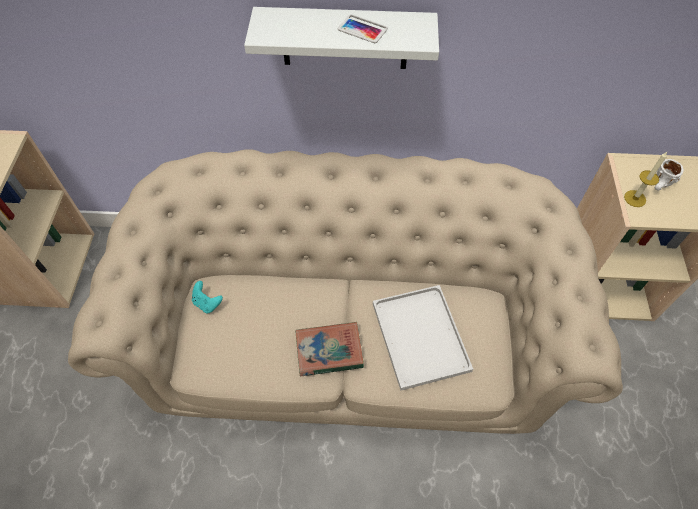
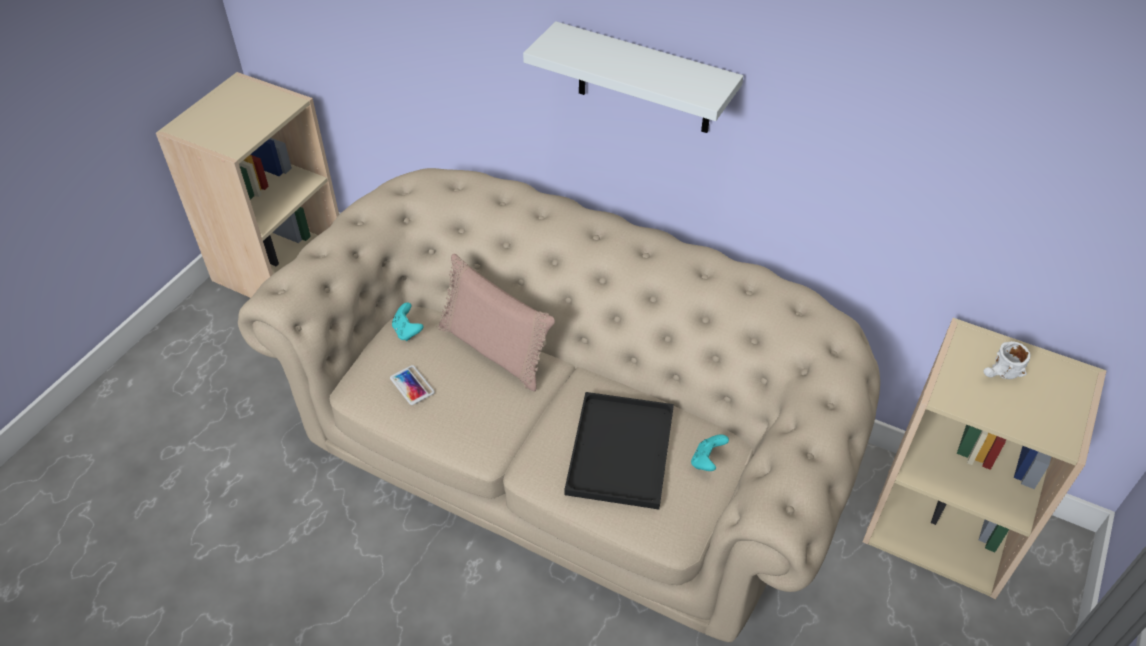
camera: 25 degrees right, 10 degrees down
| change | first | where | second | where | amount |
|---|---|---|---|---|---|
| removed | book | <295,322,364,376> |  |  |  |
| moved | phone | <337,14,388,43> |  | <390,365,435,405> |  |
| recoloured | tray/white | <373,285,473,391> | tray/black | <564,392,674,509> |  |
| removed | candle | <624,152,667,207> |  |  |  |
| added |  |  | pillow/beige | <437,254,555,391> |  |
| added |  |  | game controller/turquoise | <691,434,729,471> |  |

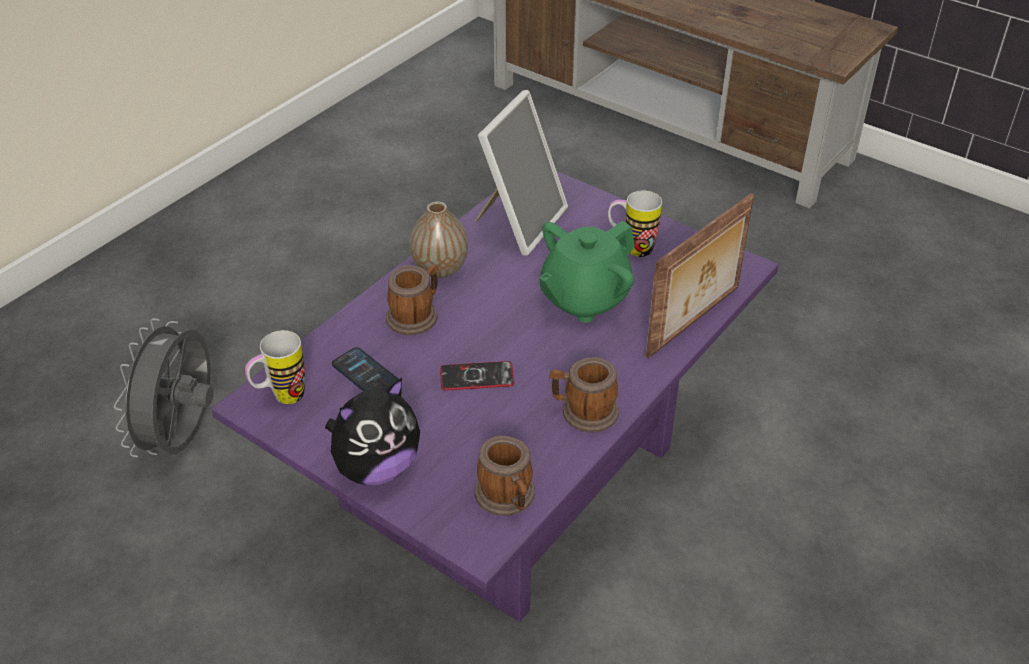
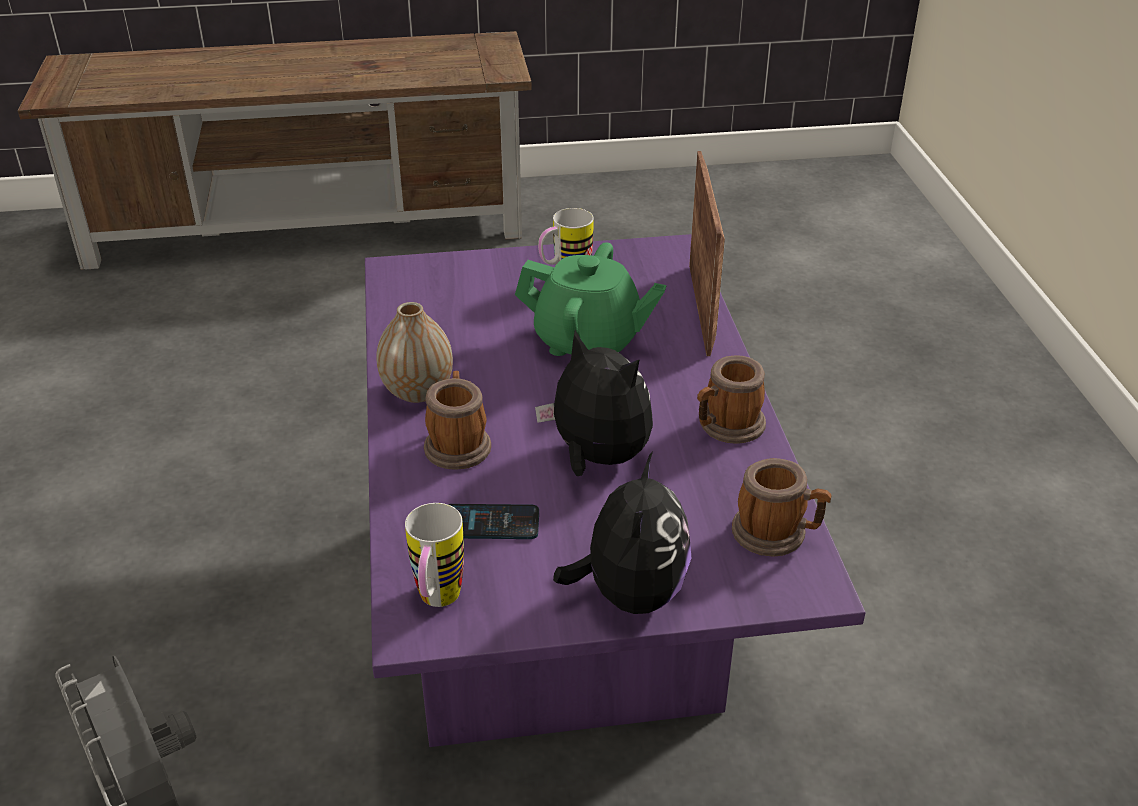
camera: 45 degrees left, 5 degrees down
| change | first | where | second | where | amount |
|---|---|---|---|---|---|
| replaced | phone | <440,361,514,391> | plush toy | <535,330,653,476> |  |
| removed | picture frame | <474,90,568,256> |  |  |  |
| turned | teapot/green | <539,221,635,323> |  | <515,242,667,356> | 75 degrees counterclockwise |

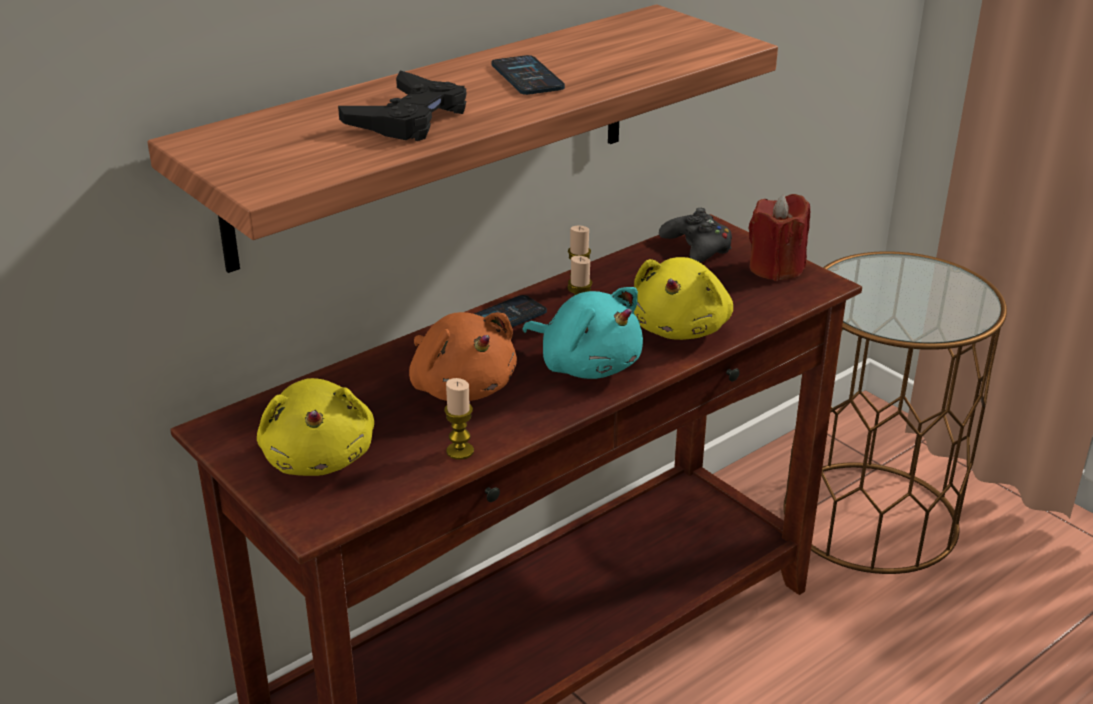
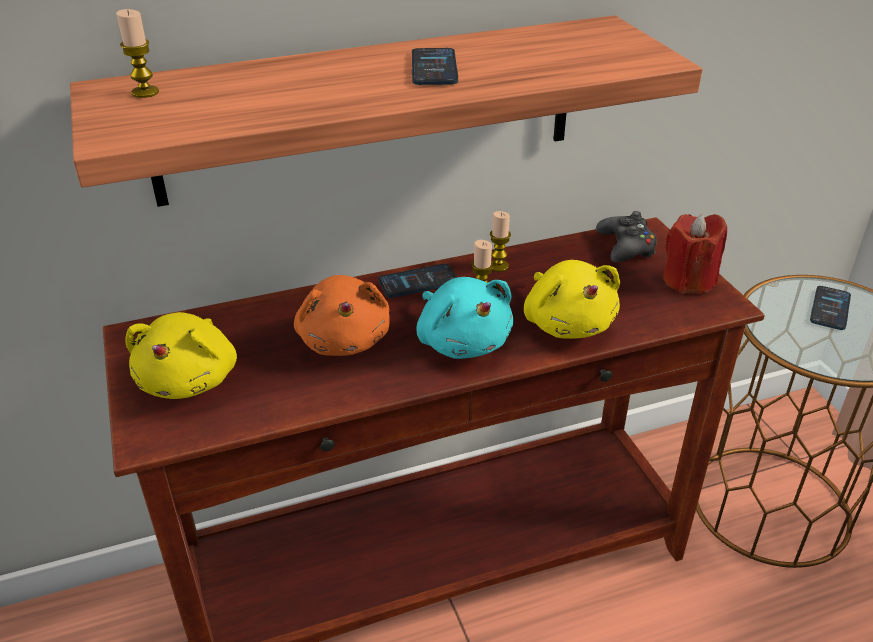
camera: 20 degrees right, 5 degrees up
| change | first | where | second | where | amount |
|---|---|---|---|---|---|
| removed | game controller/black | <338,71,466,141> |  |  |  |
| moved | candle | <444,378,474,460> |  | <116,9,159,98> |  |
| turned | plush toy/yellow | <634,257,733,340> |  | <524,260,620,339> | 60 degrees counterclockwise |
| added |  |  | phone | <810,286,851,330> |  |

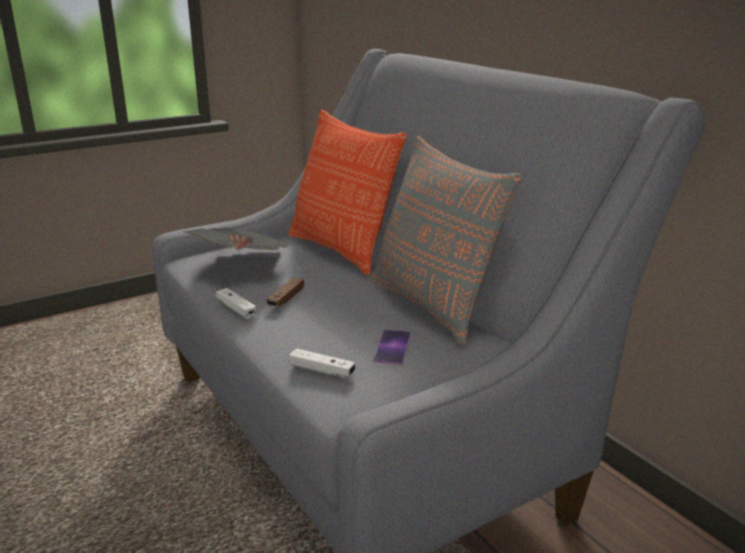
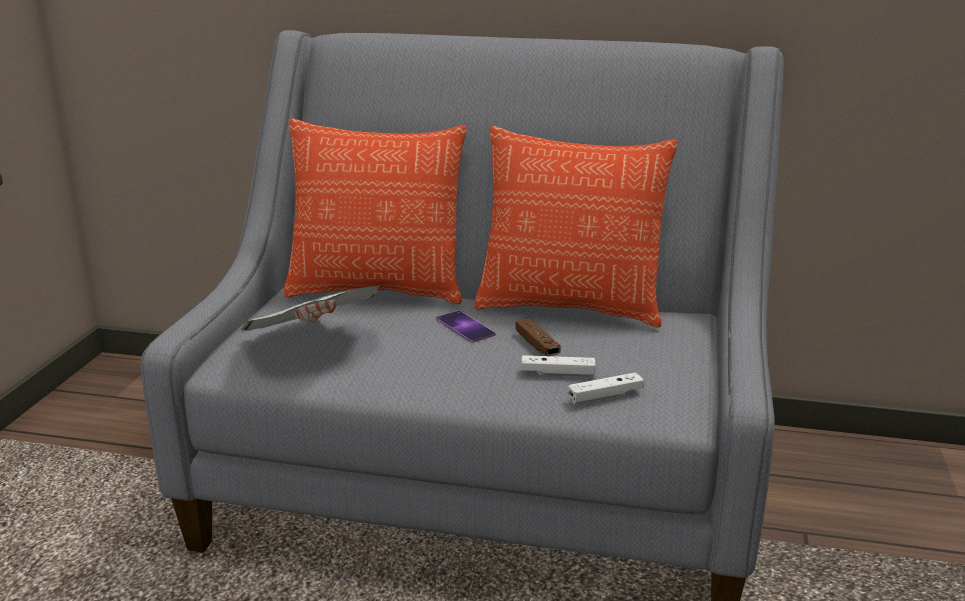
camera: 45 degrees left, 0 degrees up
| change | first | where | second | where | amount |
|---|---|---|---|---|---|
| moved | game controller/white | <216,288,257,319> |  | <521,355,595,377> |  |
| moved | game controller/brown | <267,278,304,307> |  | <516,318,561,356> |  |
| recoloured | pillow/grey | <371,136,522,345> | pillow/orange | <474,126,678,327> |  |
| moved | phone | <373,330,411,365> |  | <436,311,496,343> |  |

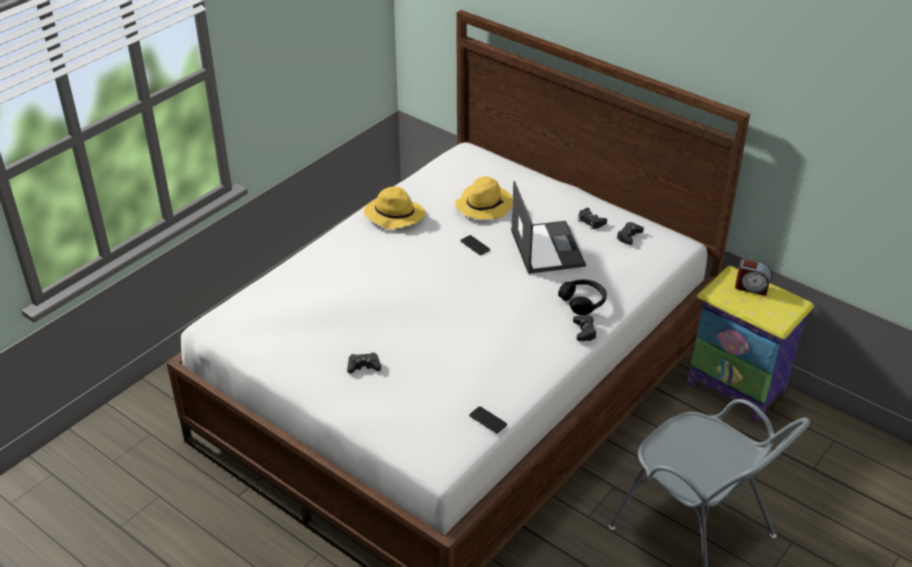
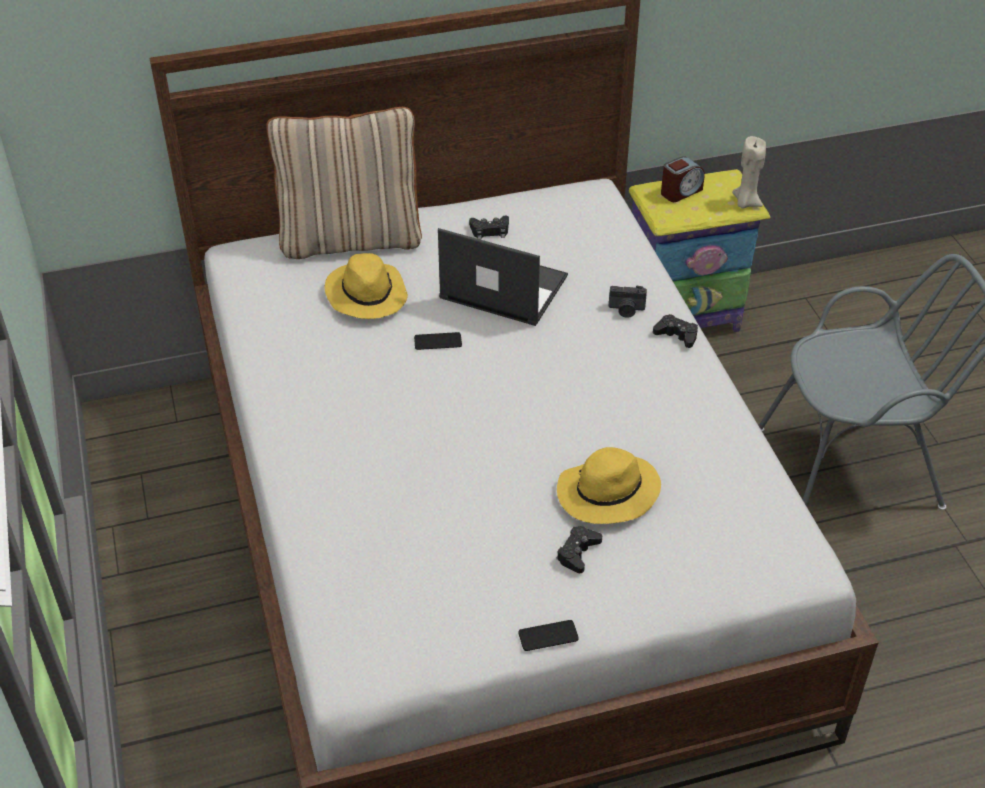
camera: 55 degrees left, 5 degrees up
| change | first | where | second | where | amount |
|---|---|---|---|---|---|
| moved | hat/yellow | <364,186,425,229> |  | <557,447,661,524> |  |
| moved | phone | <469,406,507,433> |  | <518,620,579,651> |  |
| replaced | headphones/black | <558,279,607,315> | photo camera | <609,285,647,318> |  |
| removed | game controller/black | <617,222,644,245> |  |  |  |
| added |  |  | pillow/beige | <267,107,422,259> |  |
| added |  |  | candle/beige | <732,136,766,209> |  |

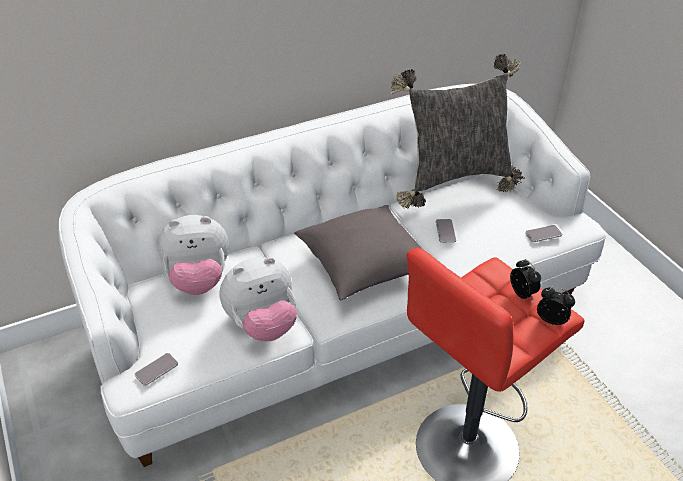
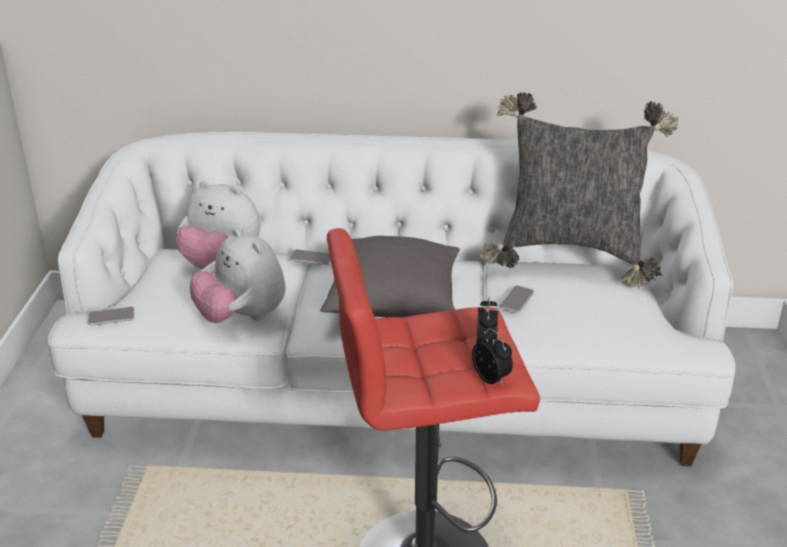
camera: 30 degrees right, 10 degrees down
| change | first | where | second | where | amount |
|---|---|---|---|---|---|
| turned | plush toy | <220,257,297,341> |  | <190,229,286,323> | 45 degrees clockwise |
| moved | phone | <525,225,562,242> |  | <290,249,331,265> |  |

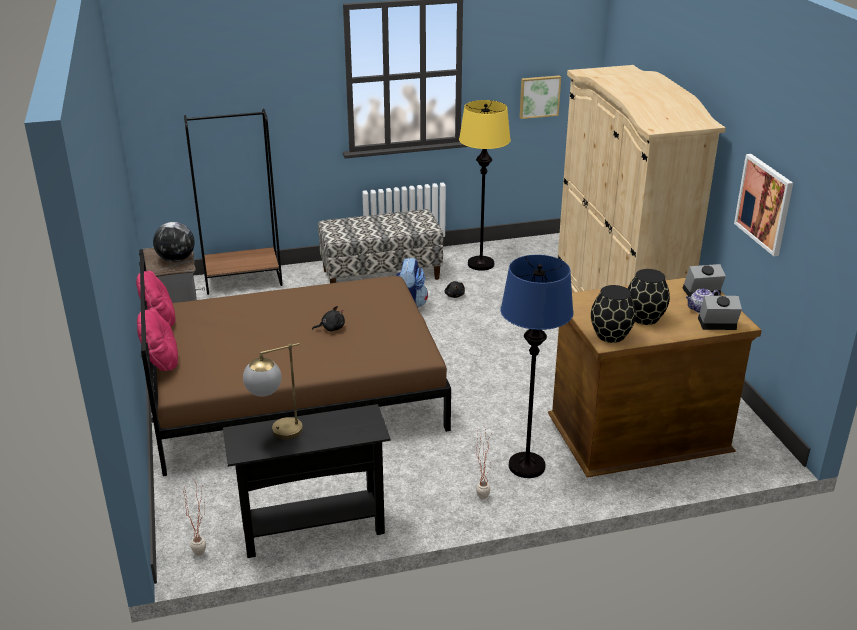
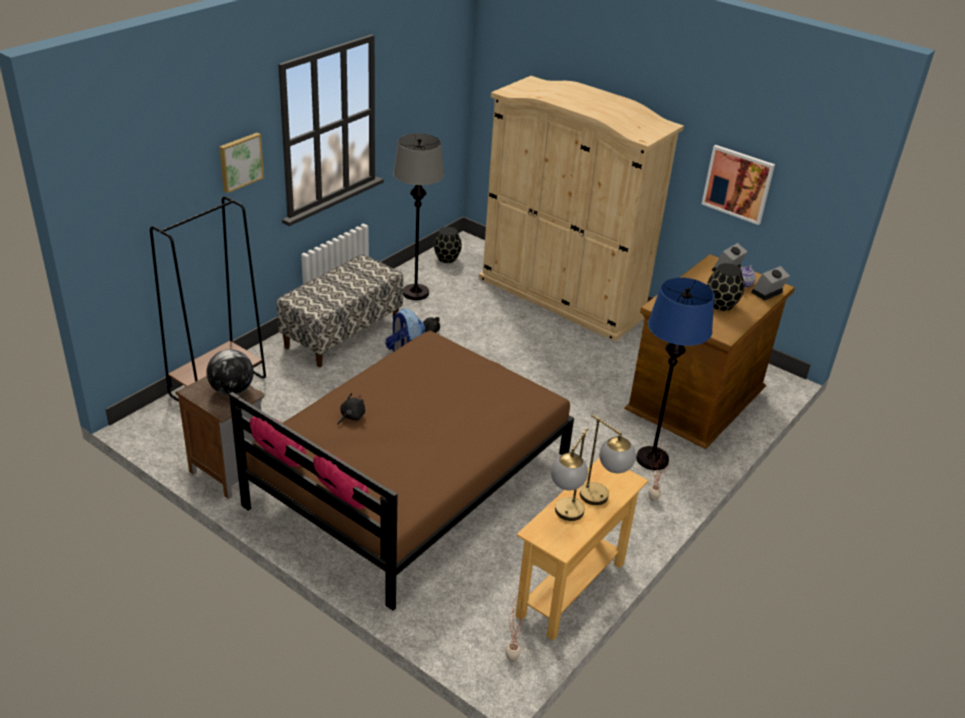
camera: 40 degrees left, 5 degrees up
| change | first | where | second | where | amount |
|---|---|---|---|---|---|
| recoloured | console table/black | <223,404,391,558> | console table/beige | <516,458,648,640> |  |
| moved | plush toy/black | <312,306,345,332> |  | <337,393,365,425> |  |
| recoloured | floor lamp/yellow | <459,100,511,271> | floor lamp/grey | <393,133,445,300> |  |
| moved | picture | <520,75,561,119> |  | <219,133,264,193> |  |
| moved | vase/black | <591,285,636,343> |  | <434,227,462,263> |  |
| added |  |  | table lamp | <580,415,636,505> |  |

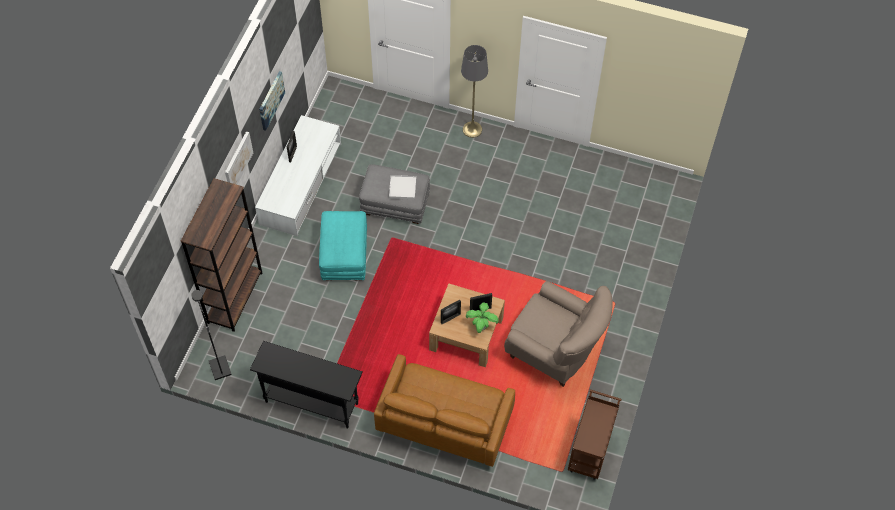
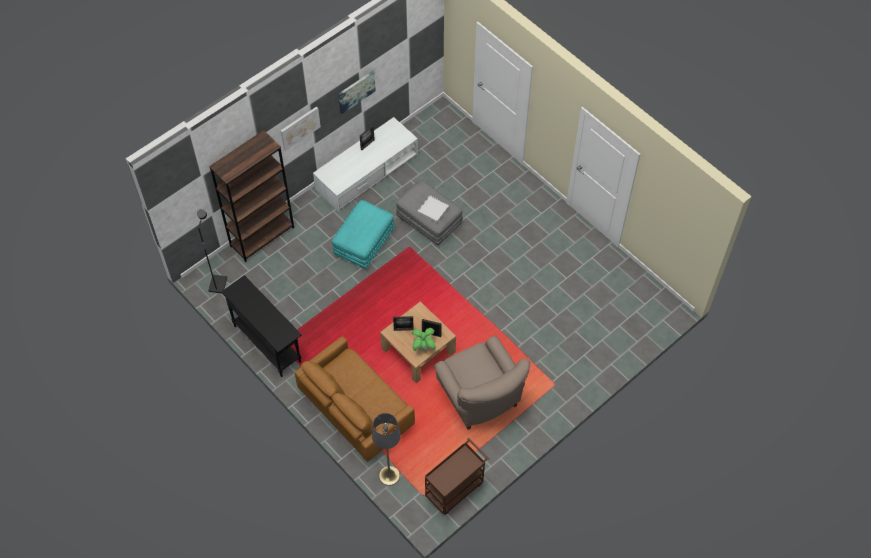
camera: 30 degrees right, 0 degrees up
| change | first | where | second | where | amount |
|---|---|---|---|---|---|
| moved | floor lamp/grey | <461,45,488,138> |  | <372,413,401,486> |  |

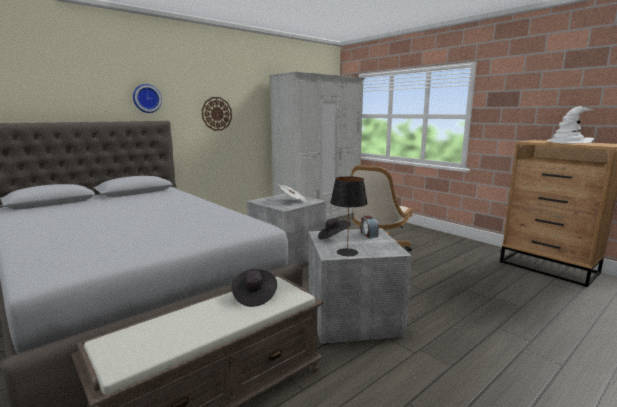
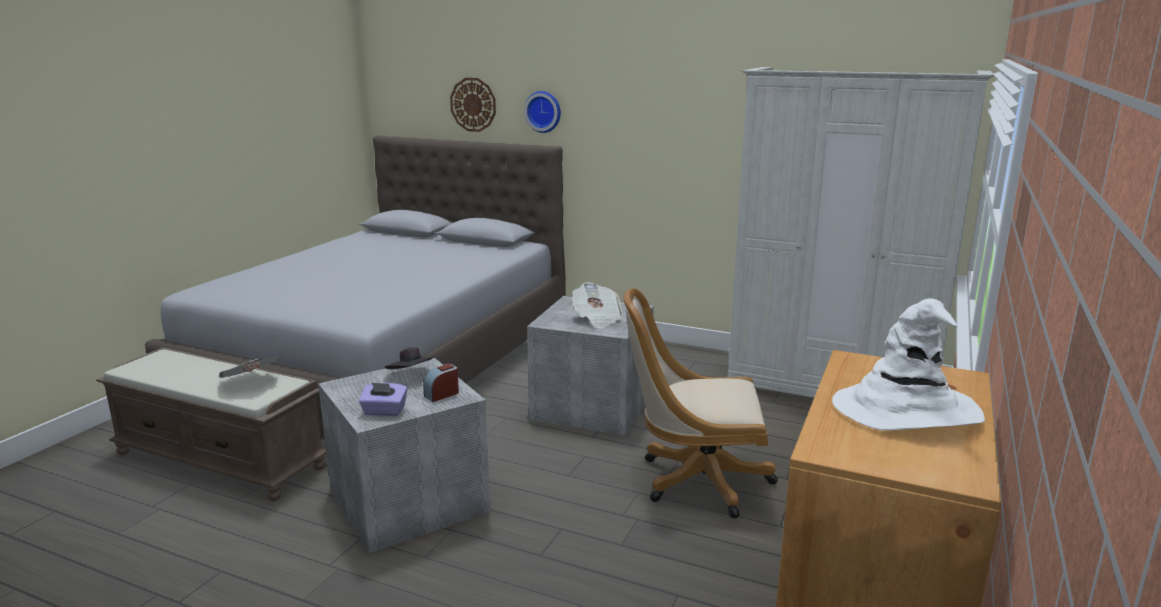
camera: 65 degrees right, 5 degrees up
| change | first | where | second | where | amount |
|---|---|---|---|---|---|
| moved | wall clock | <202,97,232,131> |  | <450,78,496,132> |  |
| replaced | hat/black | <232,269,277,307> | newspaper | <219,355,279,378> |  |
| removed | table lamp/black | <330,177,368,256> |  |  |  |
| added |  |  | tissue box/purple | <359,382,408,416> |  |

